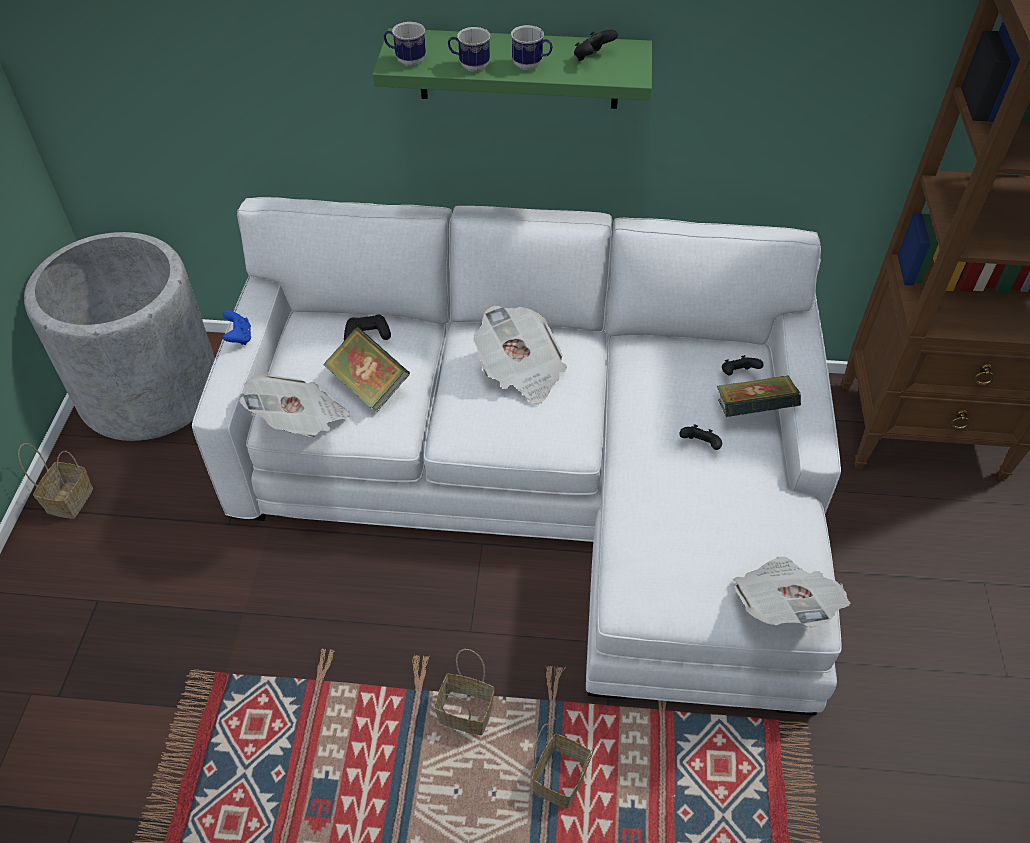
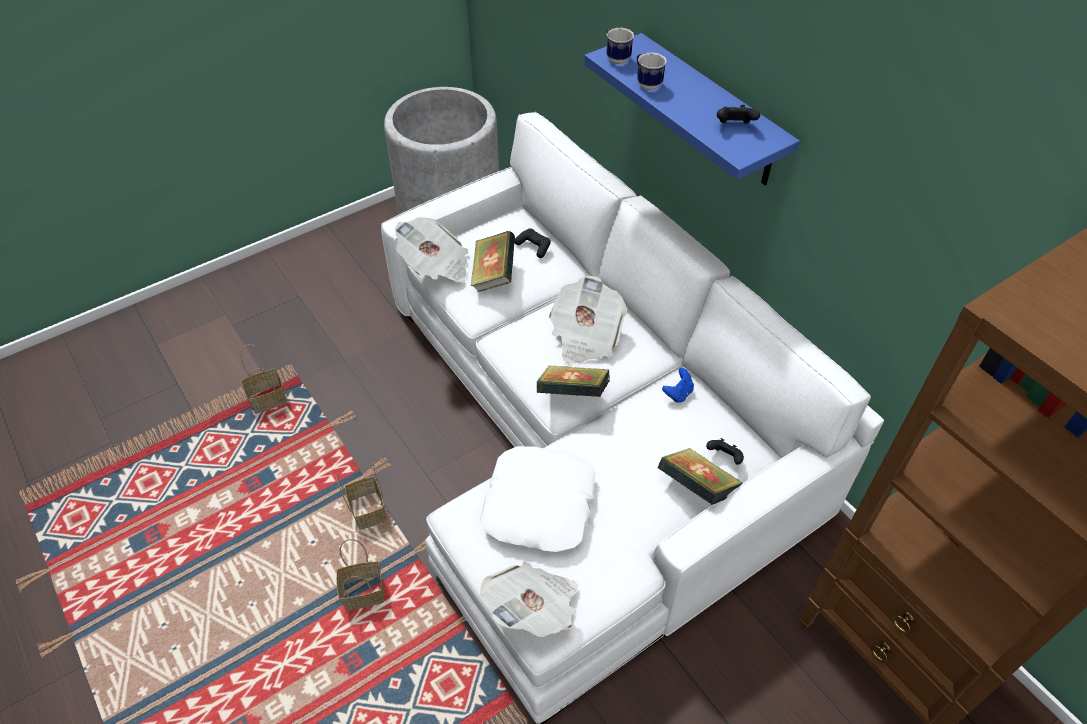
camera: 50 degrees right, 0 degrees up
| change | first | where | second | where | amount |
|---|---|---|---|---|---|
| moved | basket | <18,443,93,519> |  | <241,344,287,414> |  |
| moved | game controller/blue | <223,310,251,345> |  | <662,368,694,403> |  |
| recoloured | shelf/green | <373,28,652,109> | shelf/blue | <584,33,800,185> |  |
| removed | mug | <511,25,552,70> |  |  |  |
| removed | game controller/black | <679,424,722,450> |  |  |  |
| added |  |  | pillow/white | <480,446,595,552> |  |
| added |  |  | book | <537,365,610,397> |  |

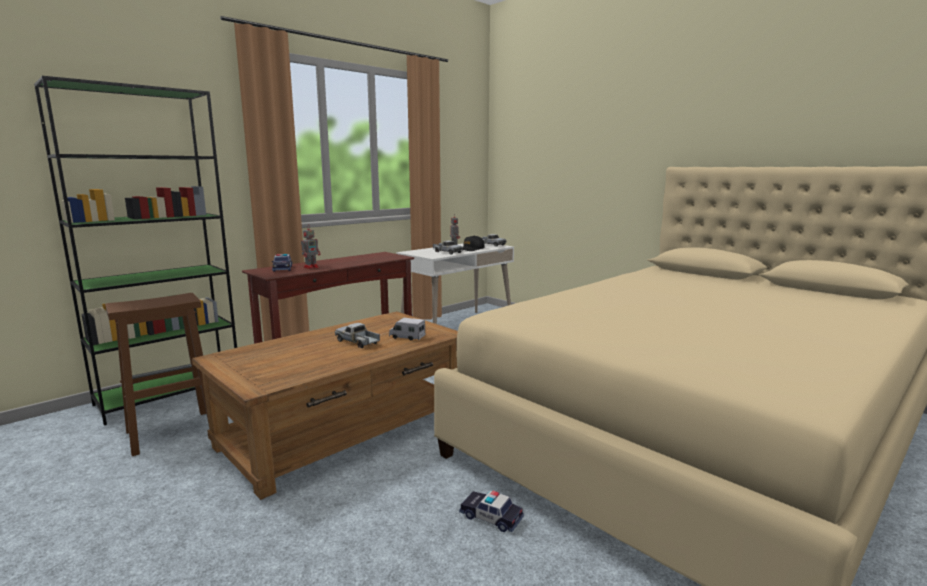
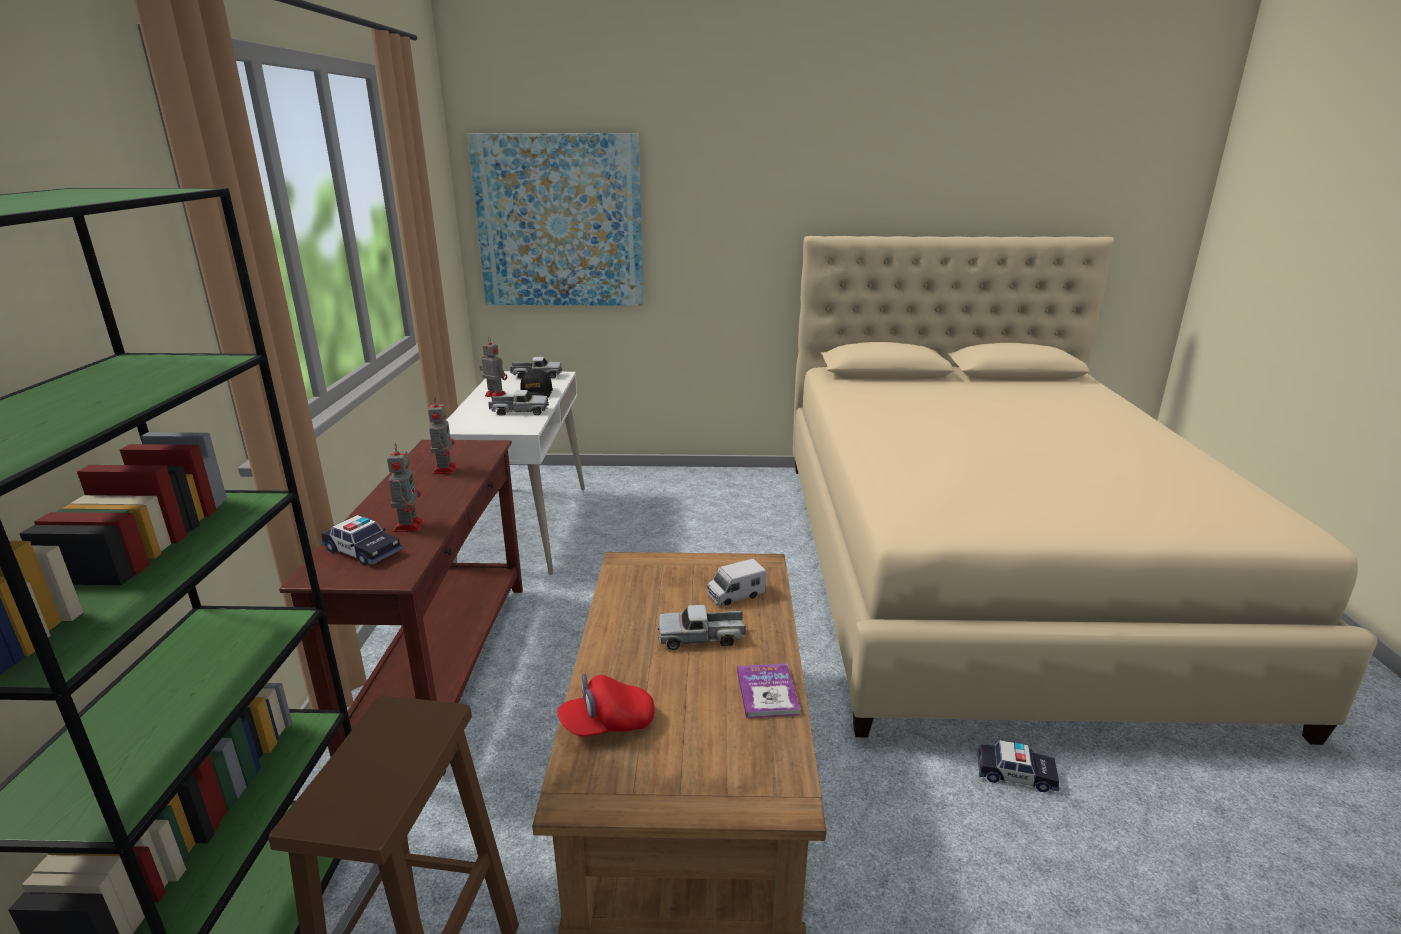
camera: 45 degrees left, 10 degrees up
| change | first | where | second | where | amount |
|---|---|---|---|---|---|
| turned | toy car | <459,490,524,532> |  | <978,740,1059,792> | 150 degrees counterclockwise |
| added |  |  | toy robot | <428,397,457,474> |  |
| added |  |  | picture | <467,133,644,306> |  |
| added |  |  | cap/red | <557,674,655,736> |  |
| added |  |  | book | <737,663,800,718> |  |

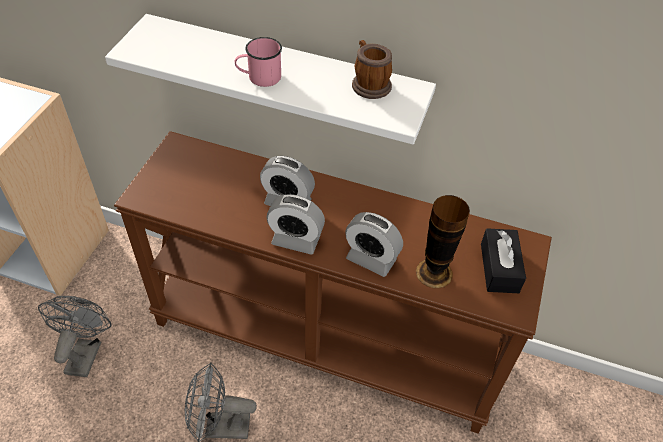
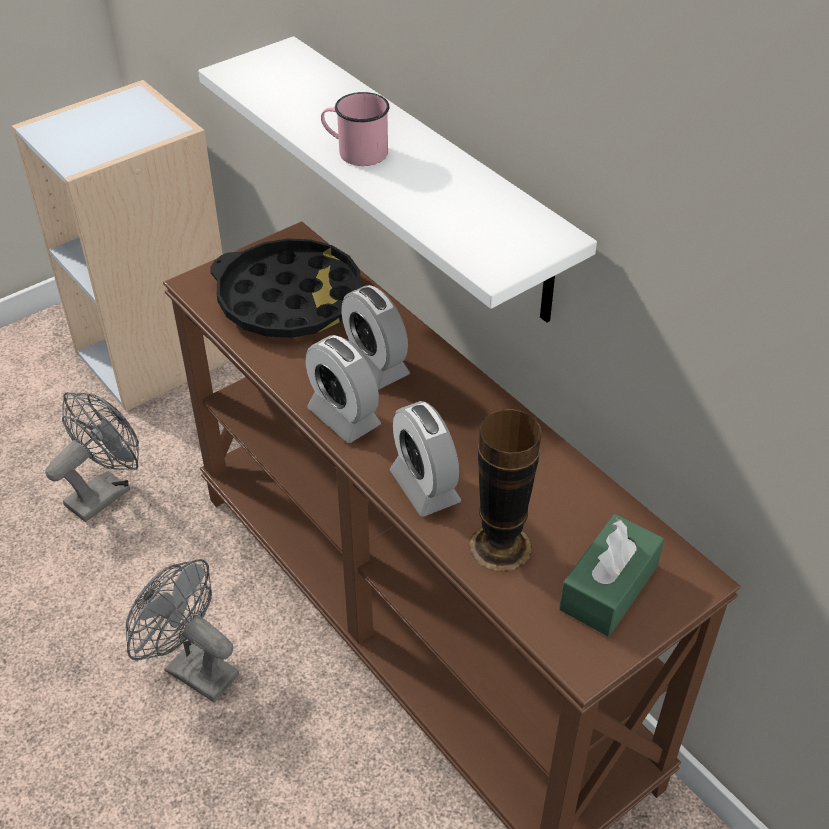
camera: 35 degrees right, 5 degrees down
| change | first | where | second | where | amount |
|---|---|---|---|---|---|
| removed | mug | <352,40,392,99> |  |  |  |
| recoloured | tissue box/black | <481,228,526,293> | tissue box/green | <559,514,664,636> |  |
| added |  |  | tray/black | <210,239,363,338> |  |

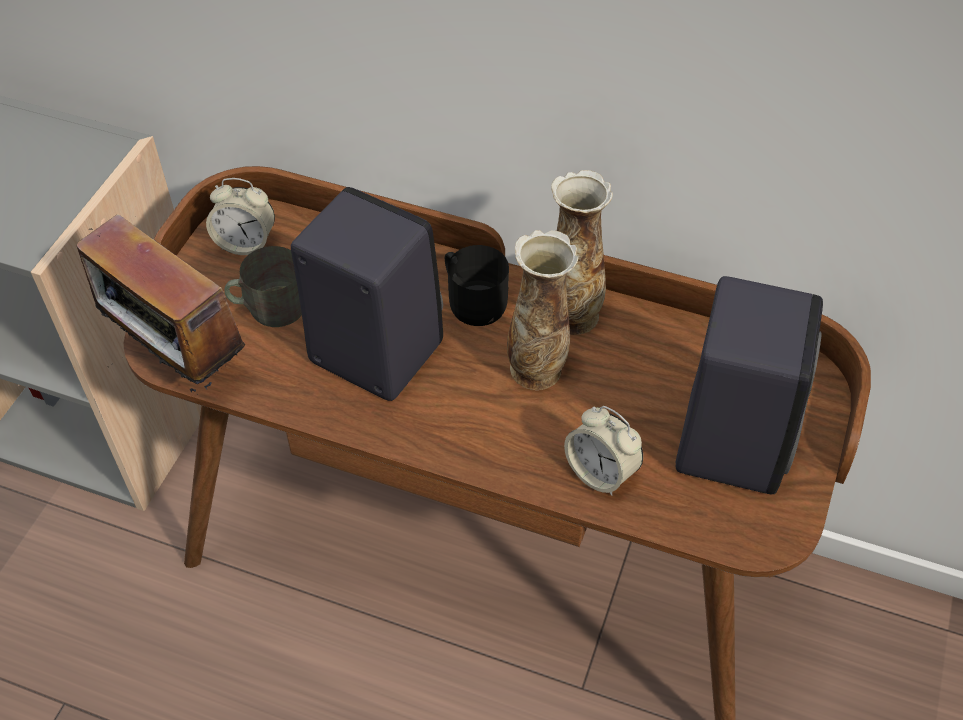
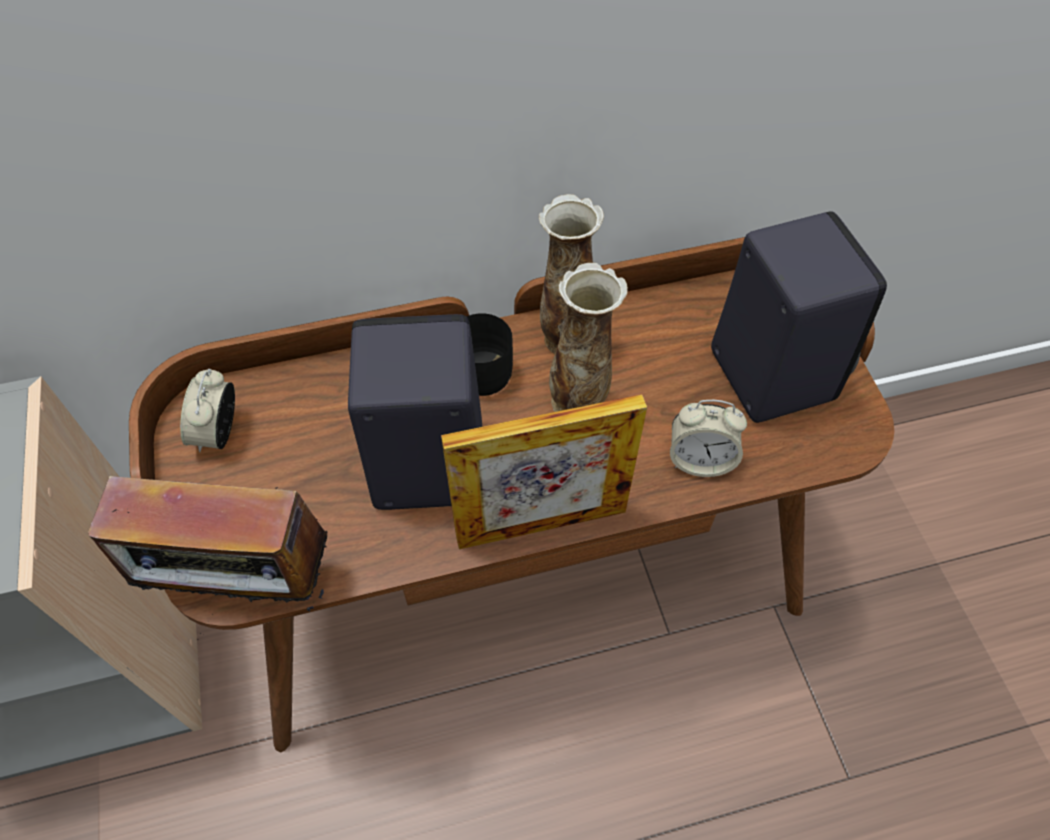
camera: 35 degrees left, 5 degrees up
| change | first | where | second | where | amount |
|---|---|---|---|---|---|
| turned | alarm clock | <206,178,275,255> |  | <180,369,235,452> | 120 degrees clockwise |
| removed | mug/grey | <225,246,302,327> |  |  |  |
| added |  |  | picture frame | <441,394,647,549> |  |

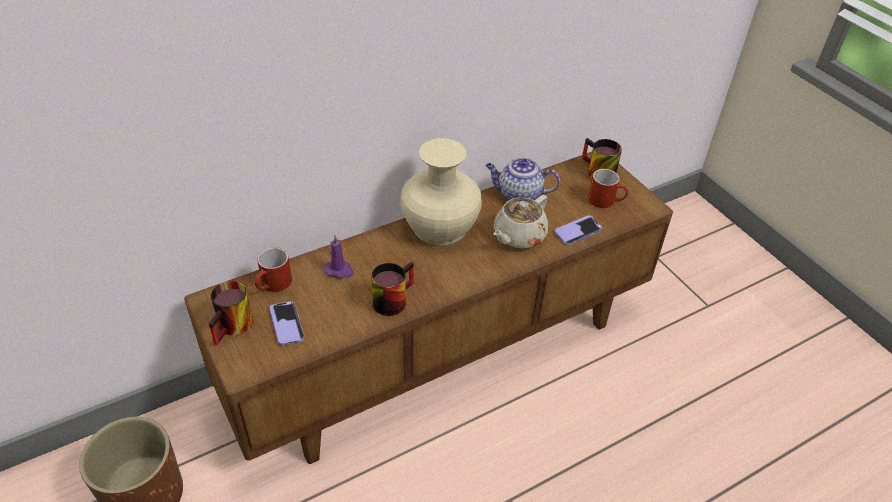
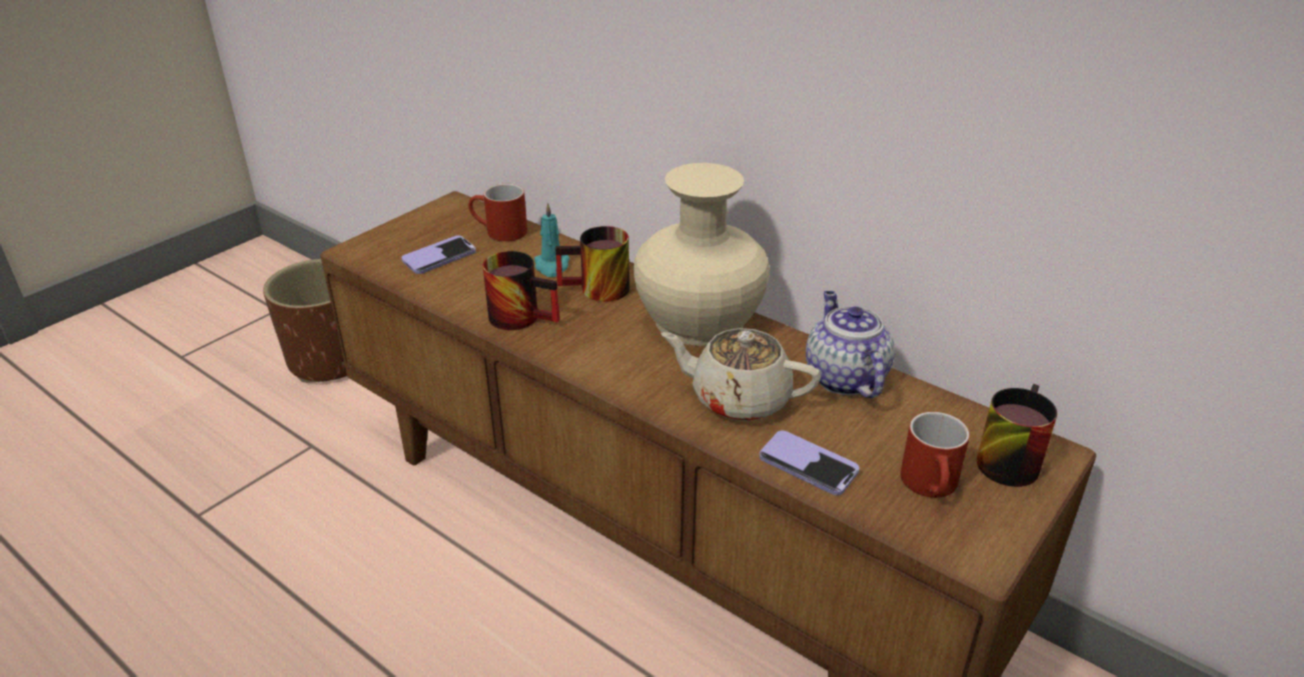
camera: 70 degrees right, 10 degrees down
| change | first | where | second | where | amount |
|---|---|---|---|---|---|
| moved | mug | <209,281,253,345> |  | <555,226,629,302> |  |
| recoloured | candle/purple | <324,235,354,279> | candle/turquoise | <534,203,570,277> |  |

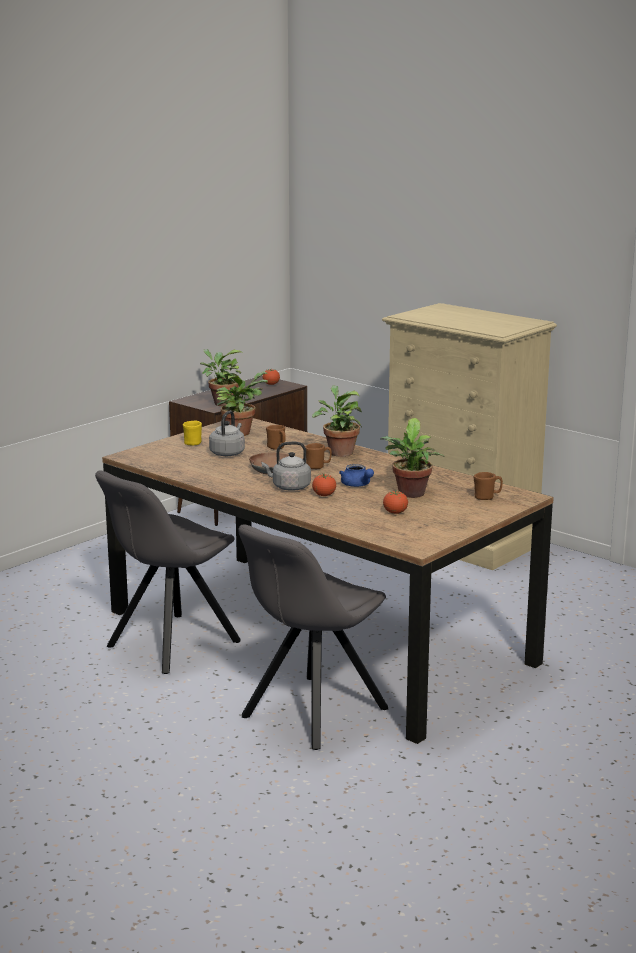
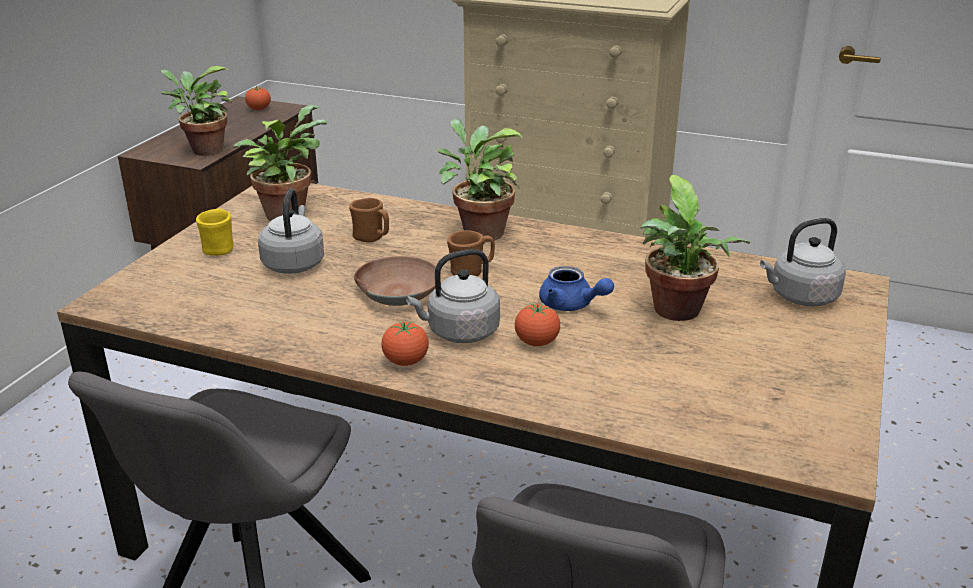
camera: 20 degrees left, 10 degrees up
| change | first | where | second | where | amount |
|---|---|---|---|---|---|
| moved | tomato | <383,491,408,514> |  | <381,321,429,366> |  |
| replaced | mug/brown | <474,472,503,500> | kettle/grey | <760,218,846,307> |  |

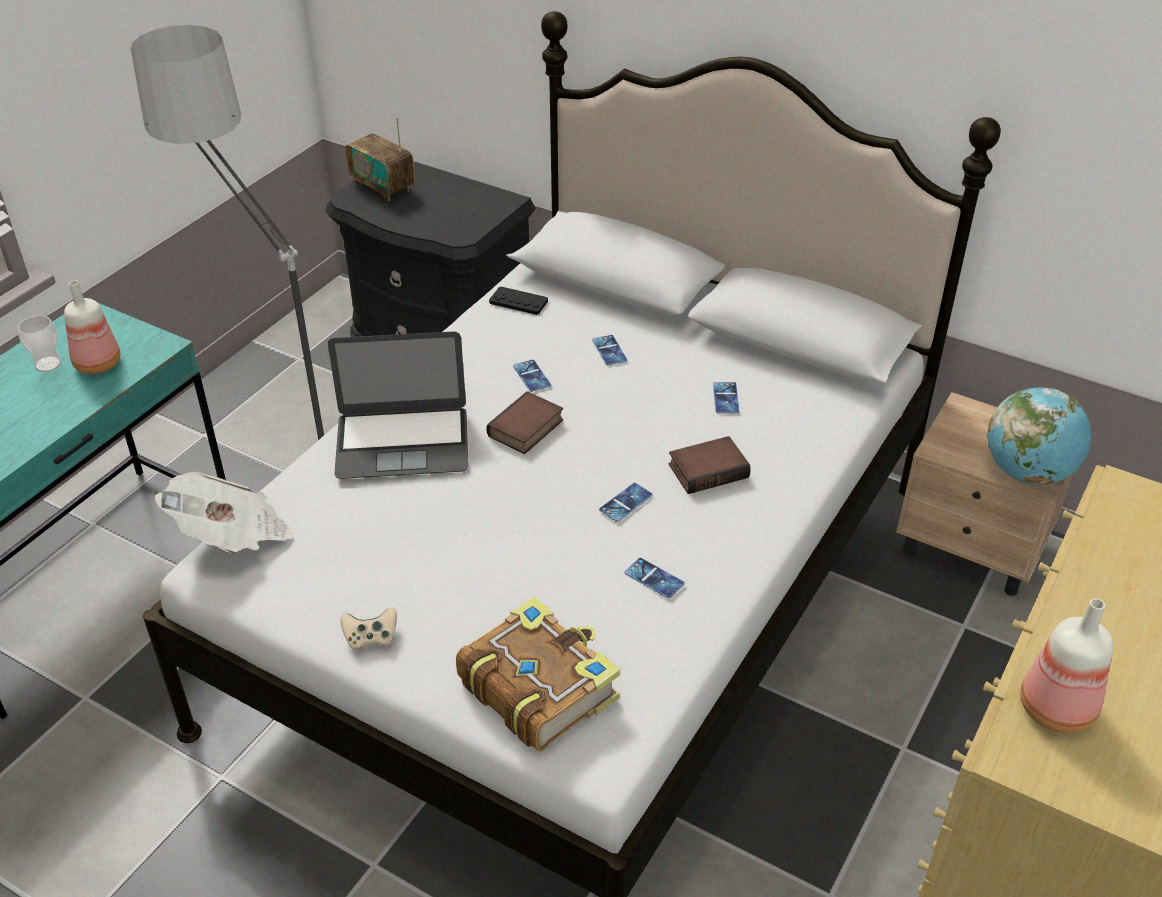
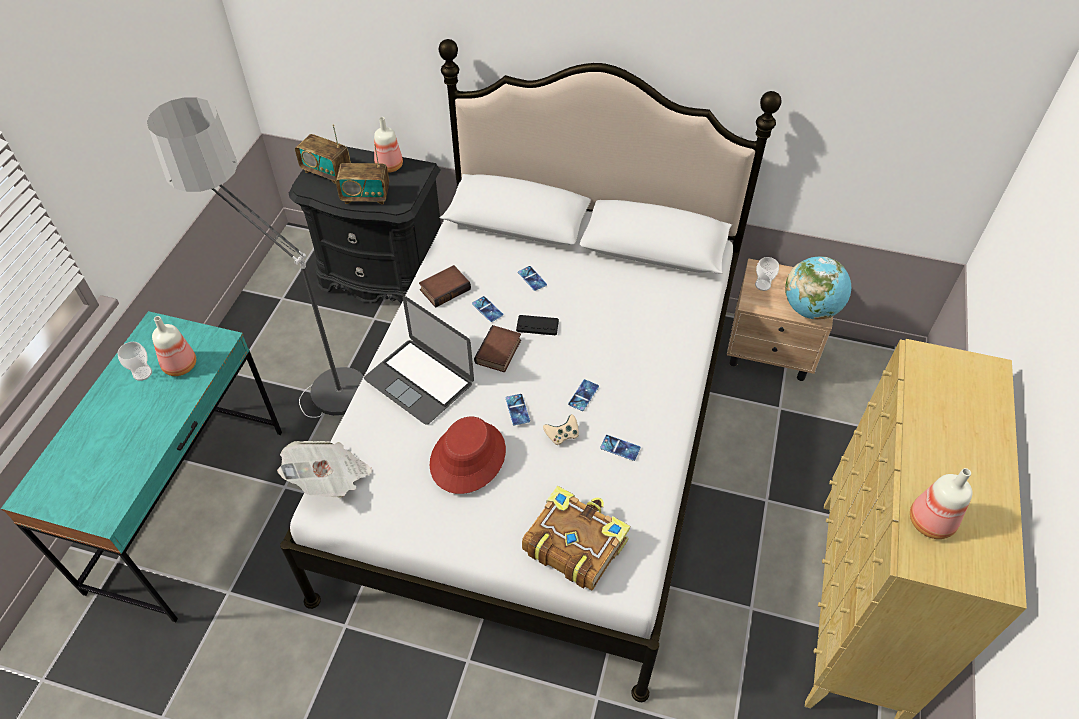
camera: 15 degrees left, 10 degrees up
| change | first | where | second | where | amount |
|---|---|---|---|---|---|
| turned | laptop | <328,331,469,479> |  | <364,296,474,425> | 60 degrees clockwise |
| moved | game controller/beige | <340,607,397,650> |  | <543,414,579,445> |  |
| moved | game controller/black | <489,287,548,315> |  | <516,315,559,335> |  |
| moved | book | <668,436,751,494> |  | <419,265,471,307> |  |
| moved | phone | <713,382,740,413> |  | <506,394,530,425> |  |
| added |  |  | radio | <336,144,389,204> |  |
| added |  |  | bottle | <374,117,403,173> |  |
| added |  |  | hat/red | <430,416,506,494> |  |
| added |  |  | cup | <755,257,779,291> |  |

